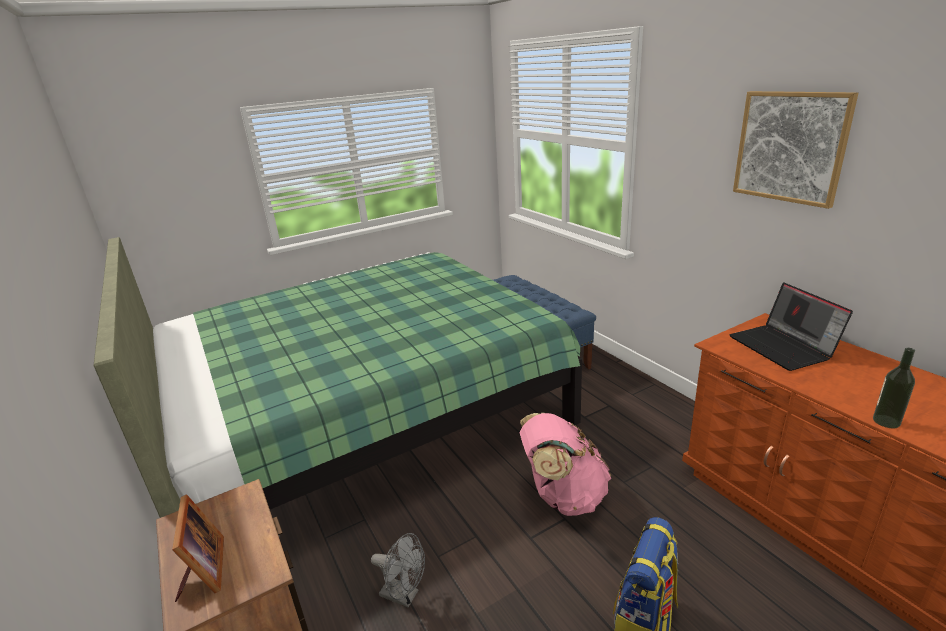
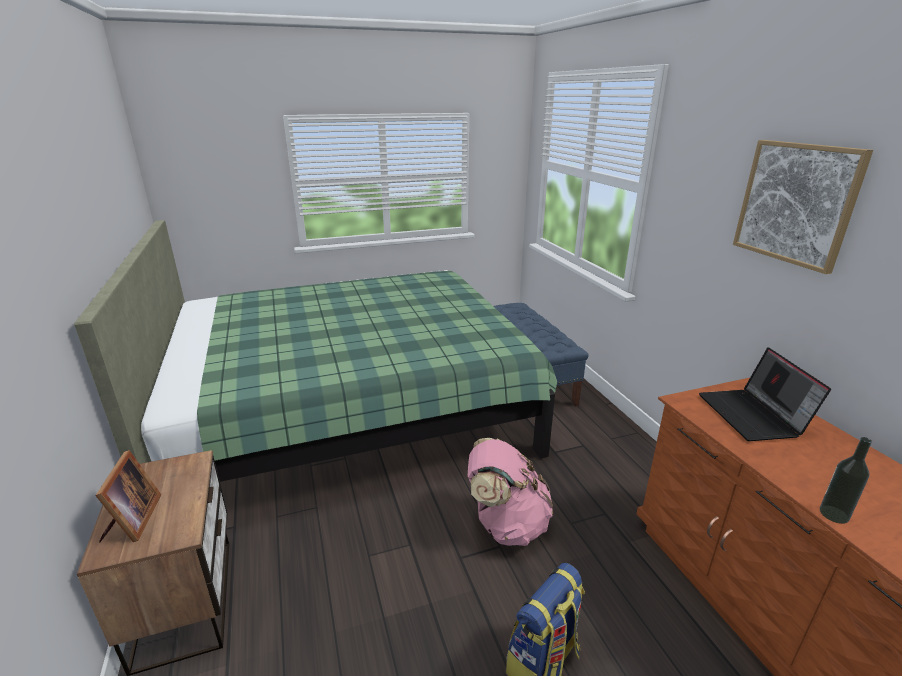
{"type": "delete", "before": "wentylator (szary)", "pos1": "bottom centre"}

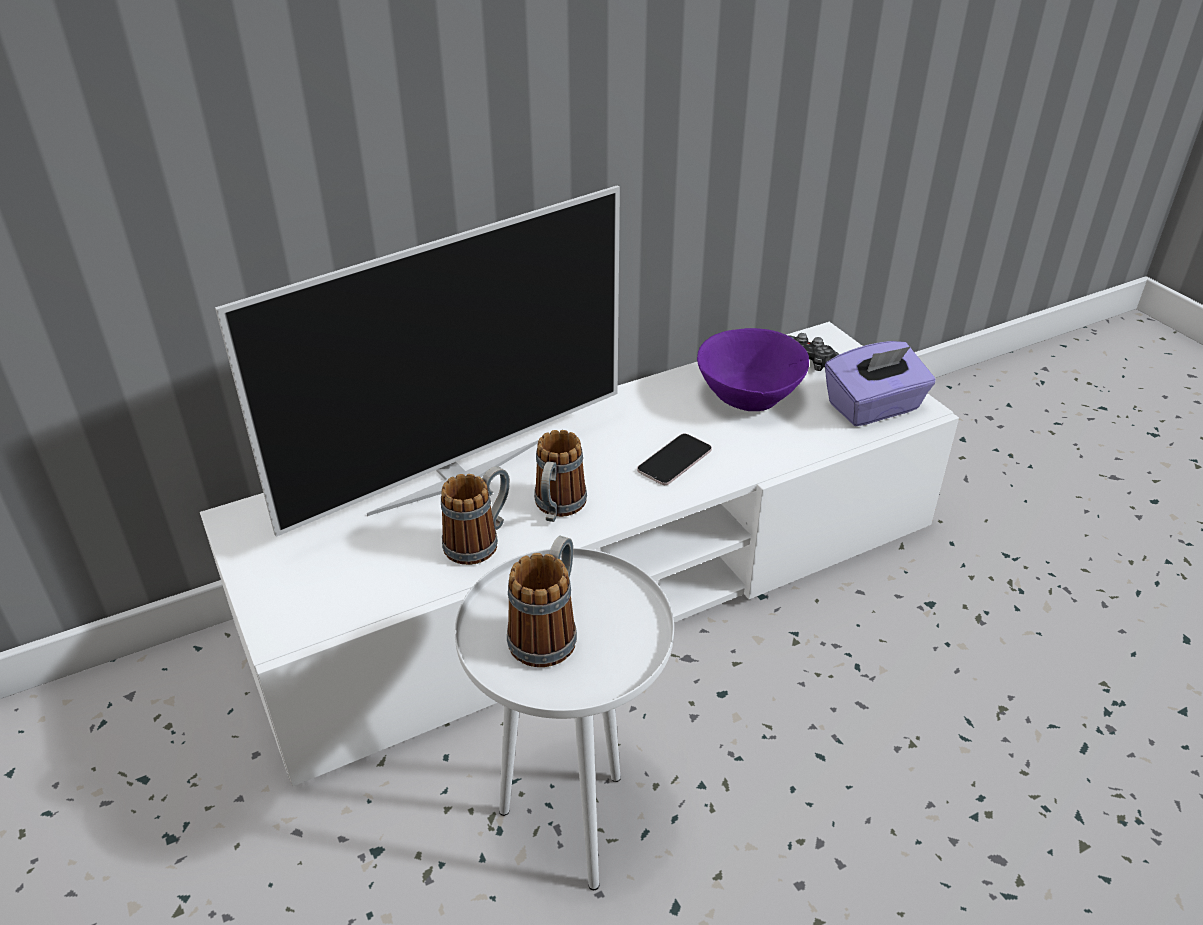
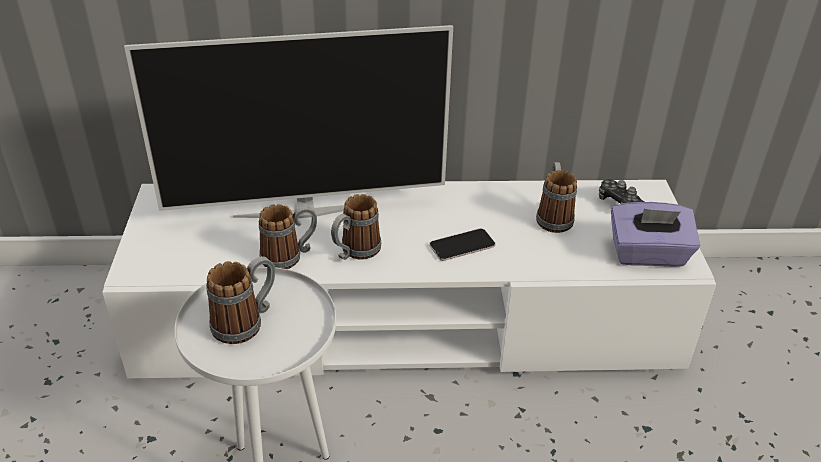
{"type": "replace", "before": "miska (fioletowy)", "after": "kubek (4th from left)", "pos1": "centre", "pos2": "middle right"}

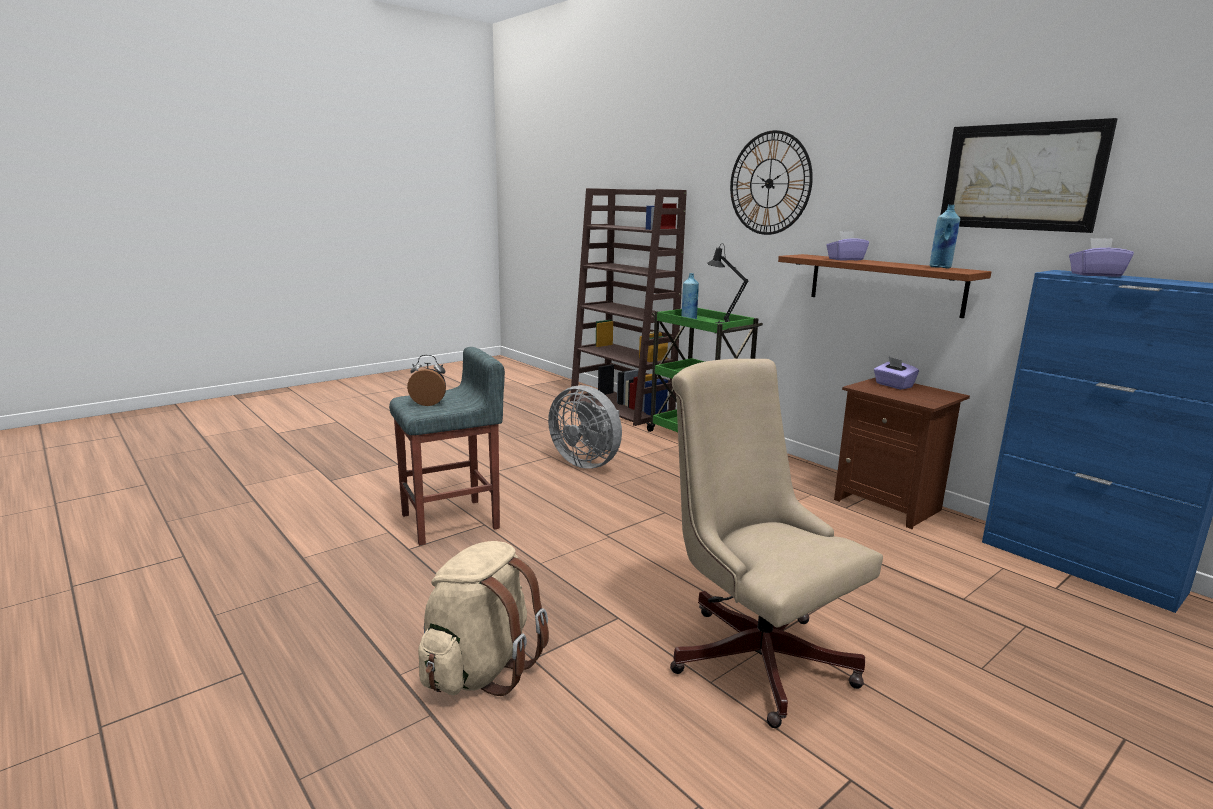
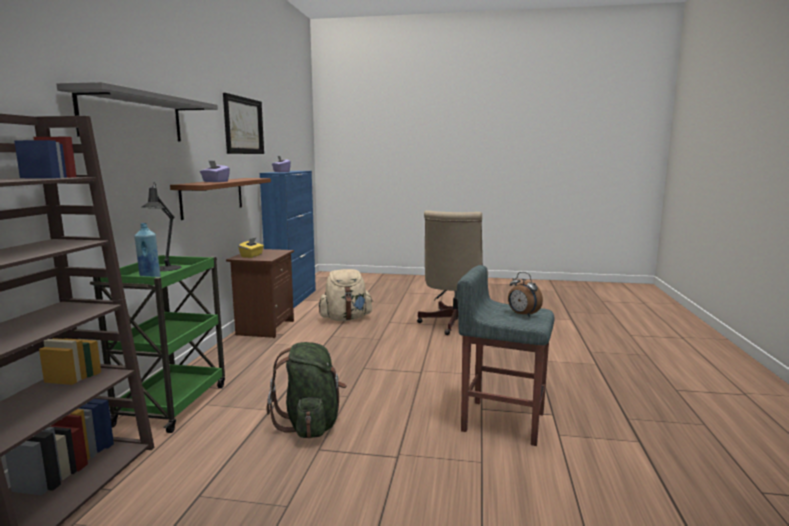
{"type": "delete", "before": "butelka (niebieski) (2nd from left)", "pos1": "top right"}
{"type": "move", "before": "plecak (beżowy)", "pos1": "bottom centre", "pos2": "centre"}
{"type": "replace", "before": "wentylator (szary)", "after": "plecak (zielony)", "pos1": "centre", "pos2": "bottom centre"}
{"type": "replace", "before": "zegar ścienny", "after": "półka (szary)", "pos1": "top centre", "pos2": "top left"}
{"type": "recolor", "before": "pudełko chusteczek (fioletowy) (2nd from left)", "after": "pudełko chusteczek (żółty)", "pos1": "middle right", "pos2": "middle left"}

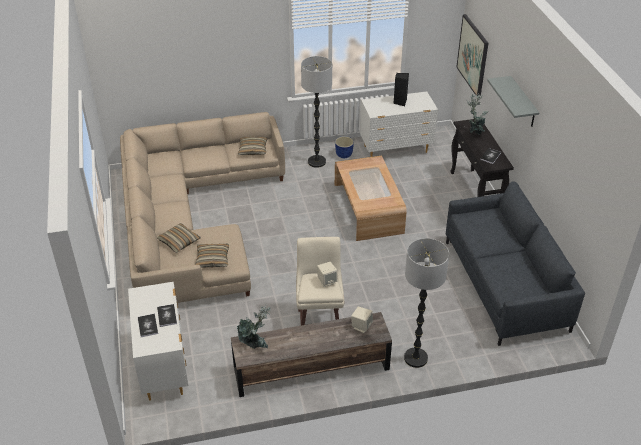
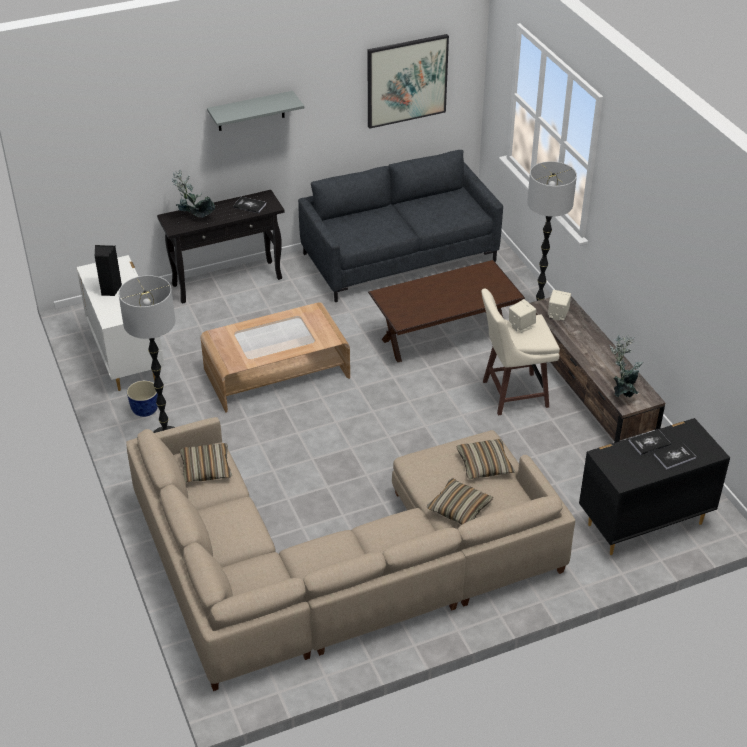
{"type": "insert", "after": "ława (brązowy) (2nd from left)", "pos2": "centre"}
{"type": "move", "before": "obraz", "pos1": "top right", "pos2": "top centre"}
{"type": "recolor", "before": "komoda (biały) (1st from left)", "after": "komoda (czarny)", "pos1": "bottom left", "pos2": "middle right"}

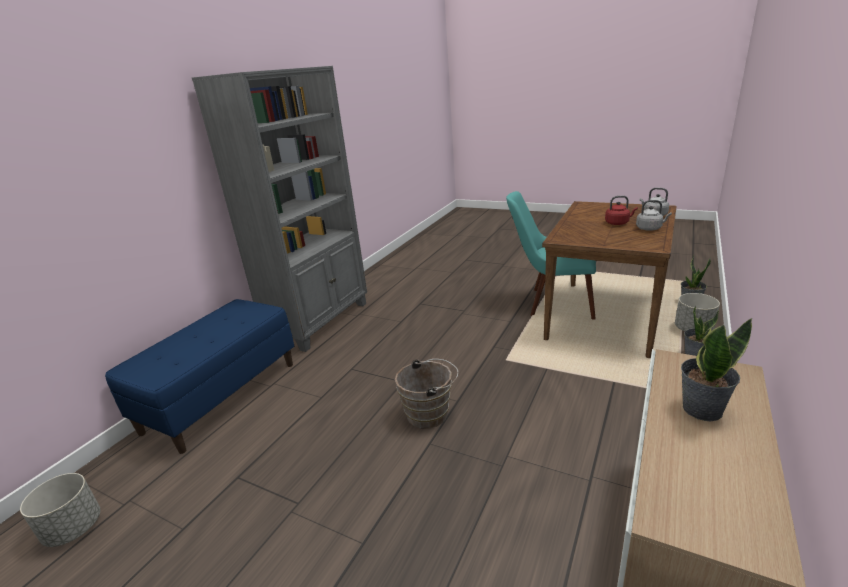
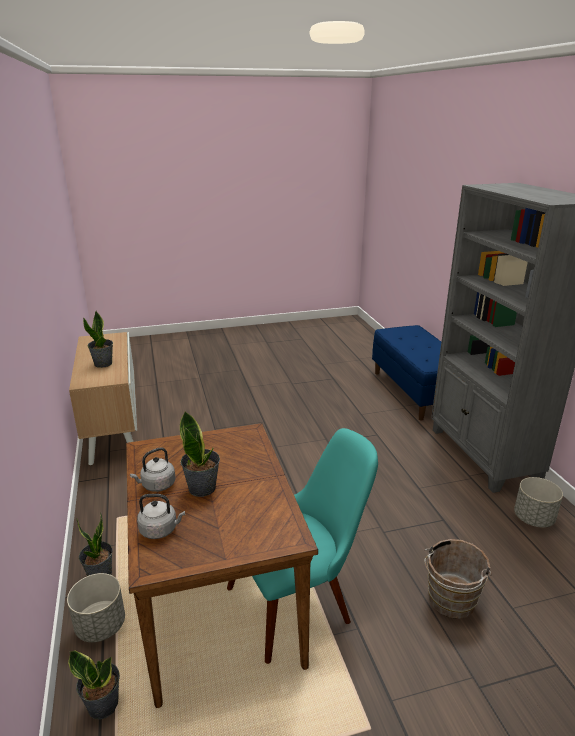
{"type": "move", "before": "donica (szary) (1st from left in the first image)", "after": "donica (szary) (2nd from left)", "pos1": "bottom left", "pos2": "bottom right"}
{"type": "move", "before": "wiadro (brązowy)", "pos1": "bottom centre", "pos2": "bottom right"}
{"type": "replace", "before": "czajnik (czerwony)", "after": "roślina doniczkowa (4th from left)", "pos1": "middle right", "pos2": "centre"}

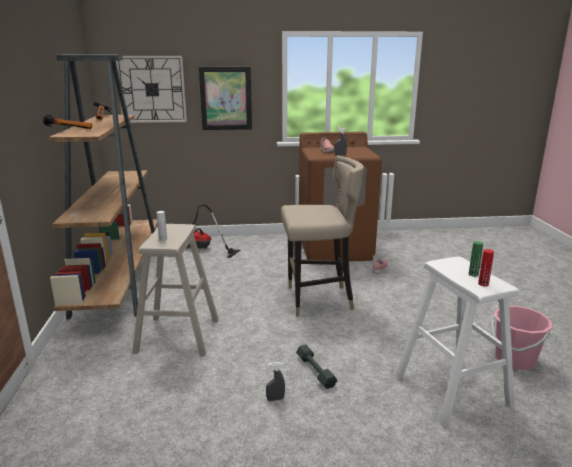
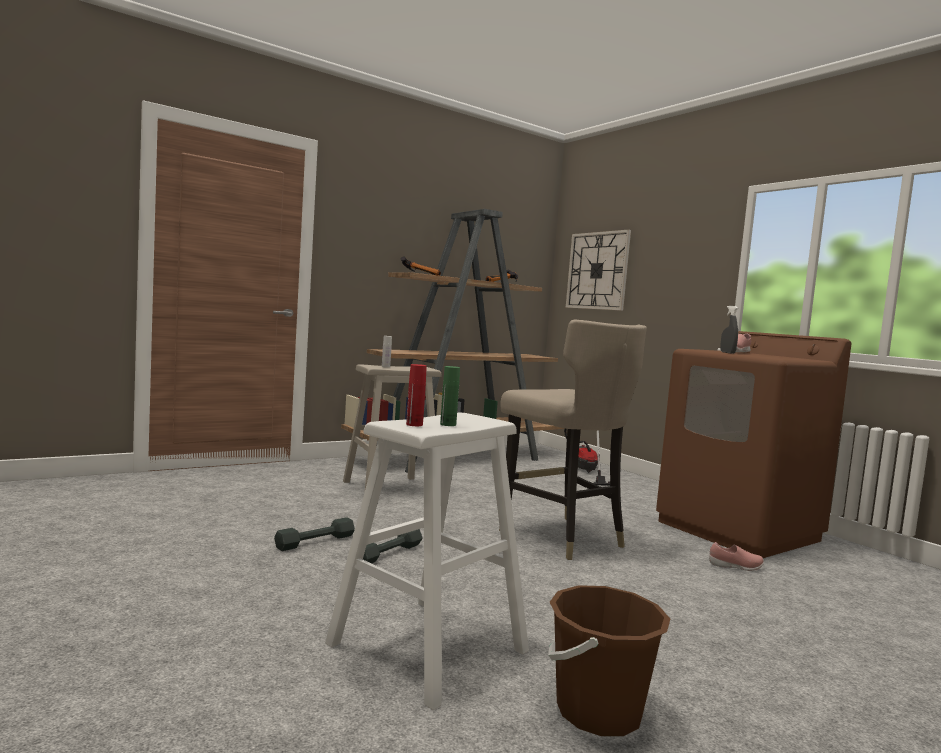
{"type": "delete", "before": "obraz", "pos1": "top centre"}
{"type": "replace", "before": "spryskiwacz (szary) (1st from left)", "after": "hantel (szary) (1st from left)", "pos1": "bottom centre", "pos2": "bottom centre"}
{"type": "recolor", "before": "wiadro (różowy)", "after": "wiadro (brązowy)", "pos1": "bottom right", "pos2": "bottom centre"}

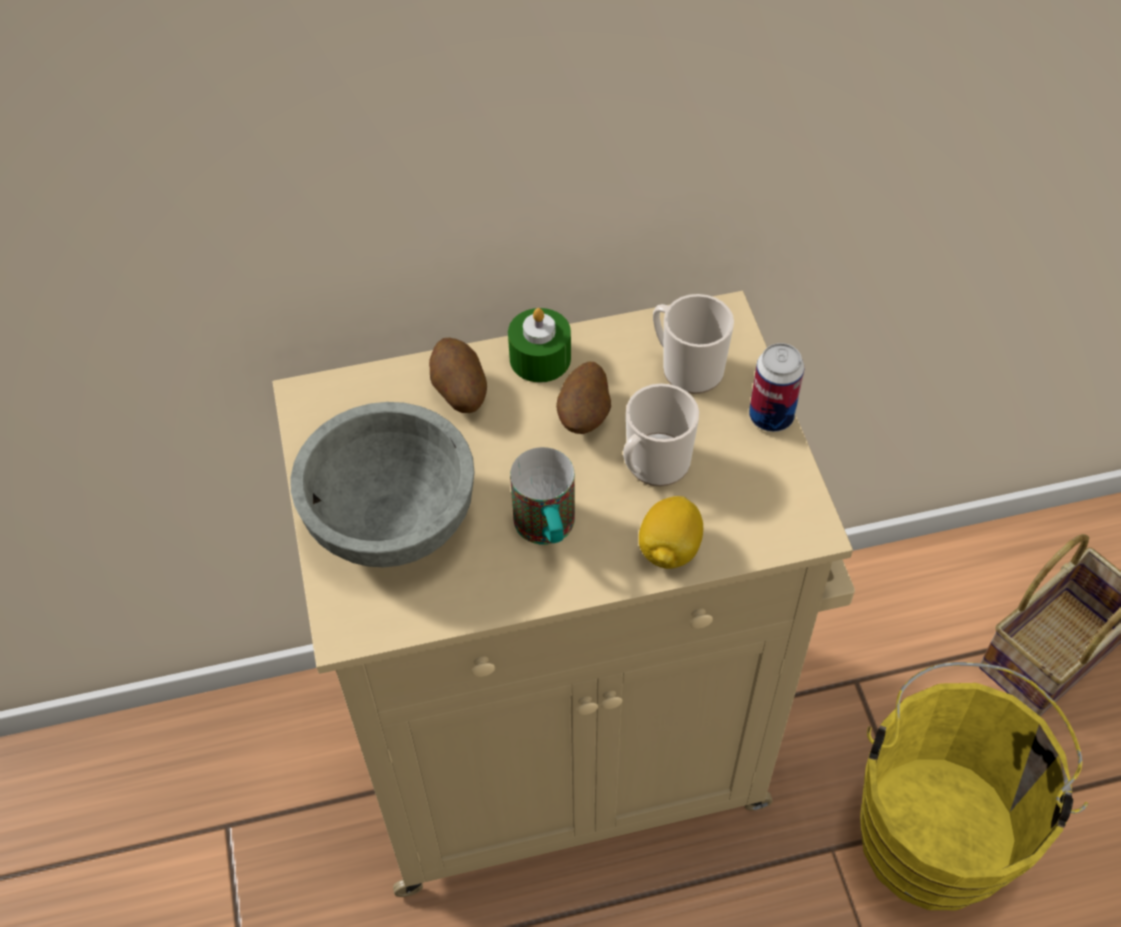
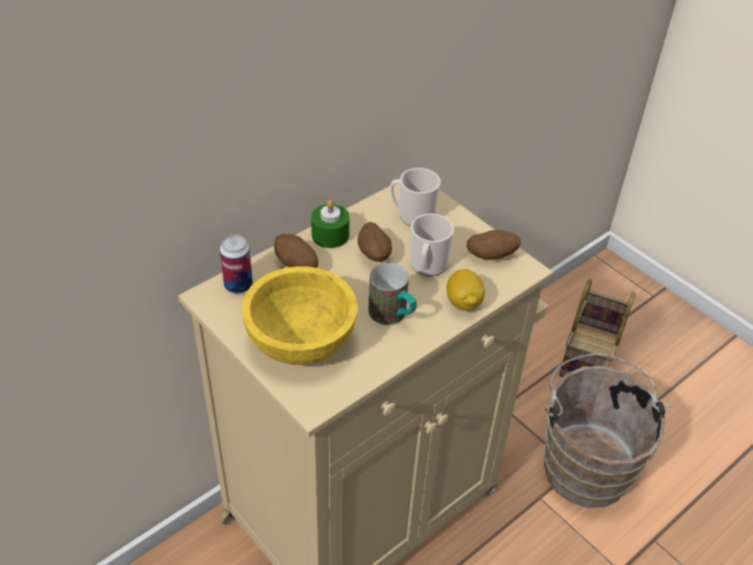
{"type": "insert", "after": "ziemniak (3rd from left)", "pos2": "centre"}
{"type": "move", "before": "puszka", "pos1": "middle right", "pos2": "middle left"}
{"type": "recolor", "before": "miska (szary)", "after": "miska (żółty)", "pos1": "centre", "pos2": "centre"}
{"type": "recolor", "before": "wiadro (żółty)", "after": "wiadro (brązowy)", "pos1": "bottom right", "pos2": "bottom right"}

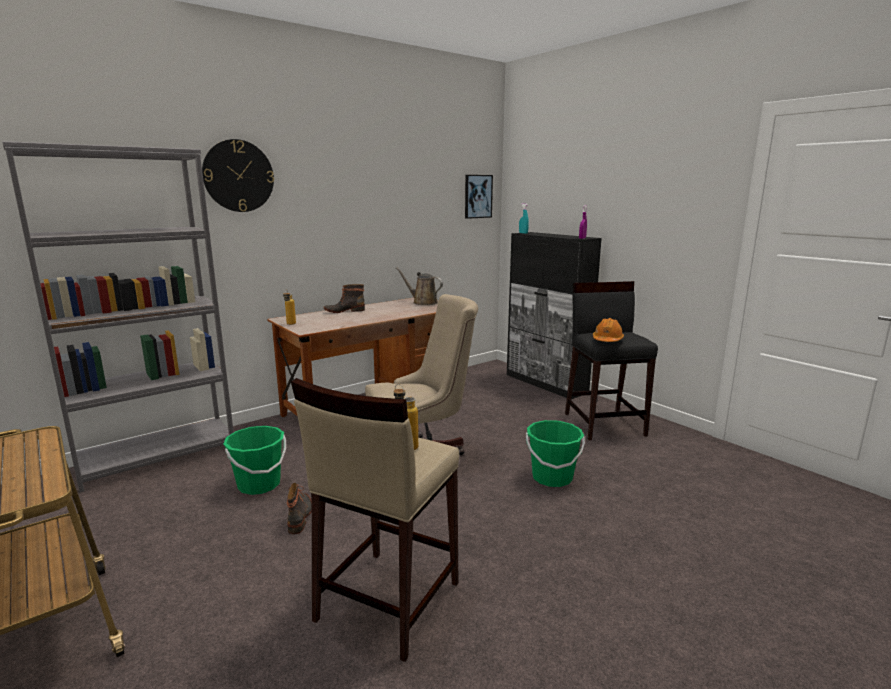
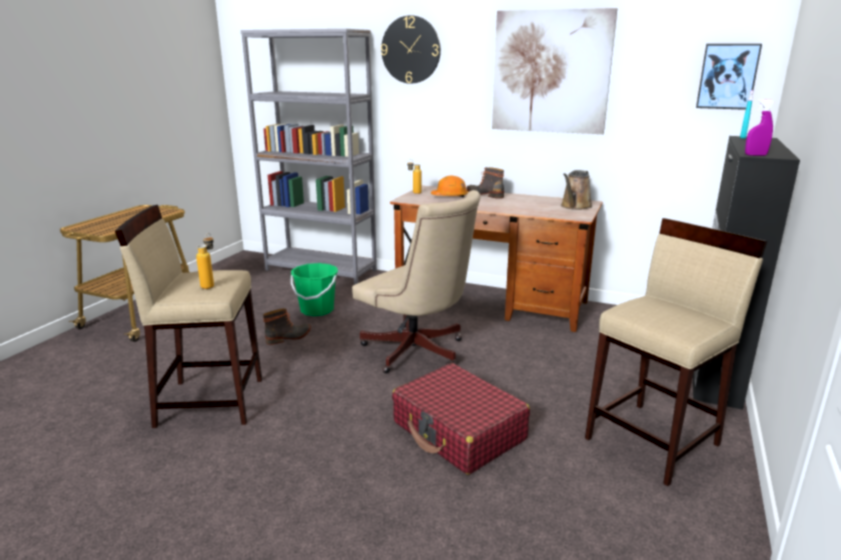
{"type": "insert", "after": "obraz (1st from left)", "pos2": "top centre"}
{"type": "move", "before": "kask (pomarańczowy)", "pos1": "middle right", "pos2": "centre"}
{"type": "replace", "before": "wiadro (zielony) (2nd from left)", "after": "walizka (czerwony)", "pos1": "centre", "pos2": "bottom centre"}
{"type": "recolor", "before": "stołek (czarny)", "after": "stołek (beżowy) (2nd from left)", "pos1": "middle right", "pos2": "middle right"}
{"type": "rotate", "before": "konewka (brązowy)", "pos1": "centre", "pos2": "middle right", "turn": -150}

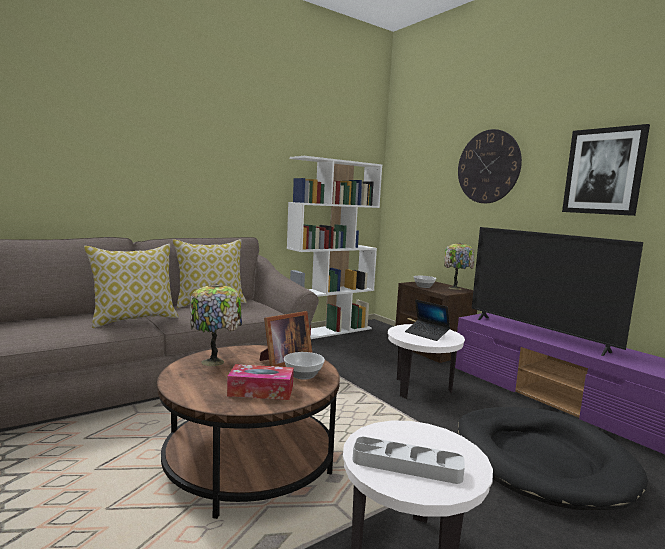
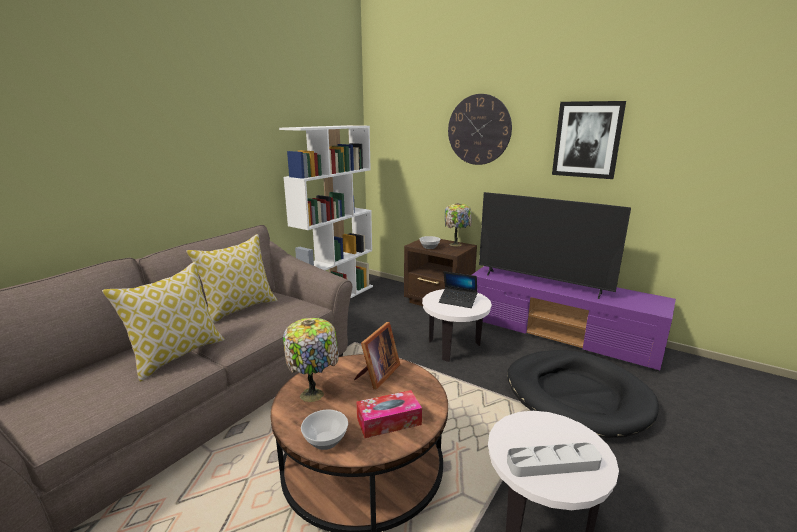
{"type": "move", "before": "miska (1st from left)", "pos1": "centre", "pos2": "bottom centre"}

